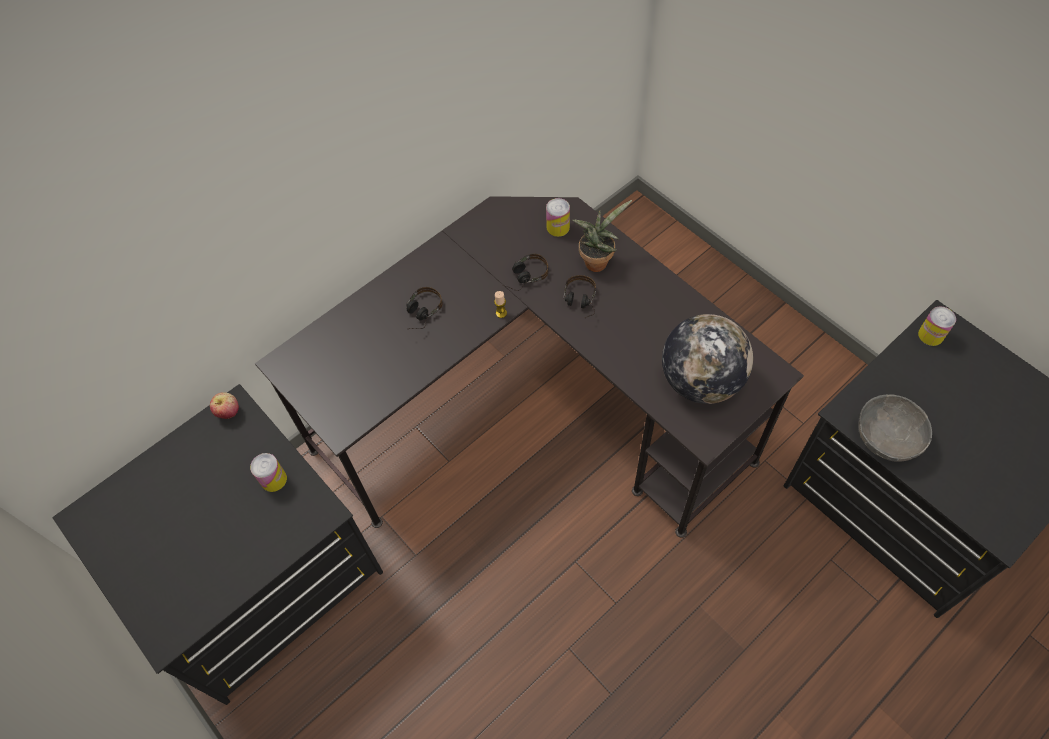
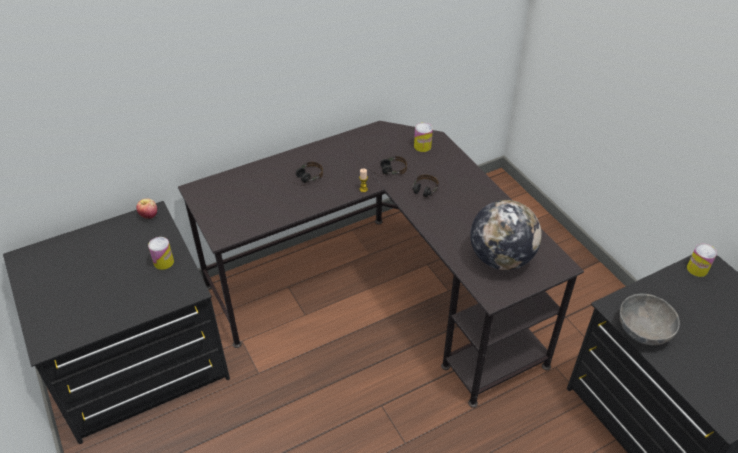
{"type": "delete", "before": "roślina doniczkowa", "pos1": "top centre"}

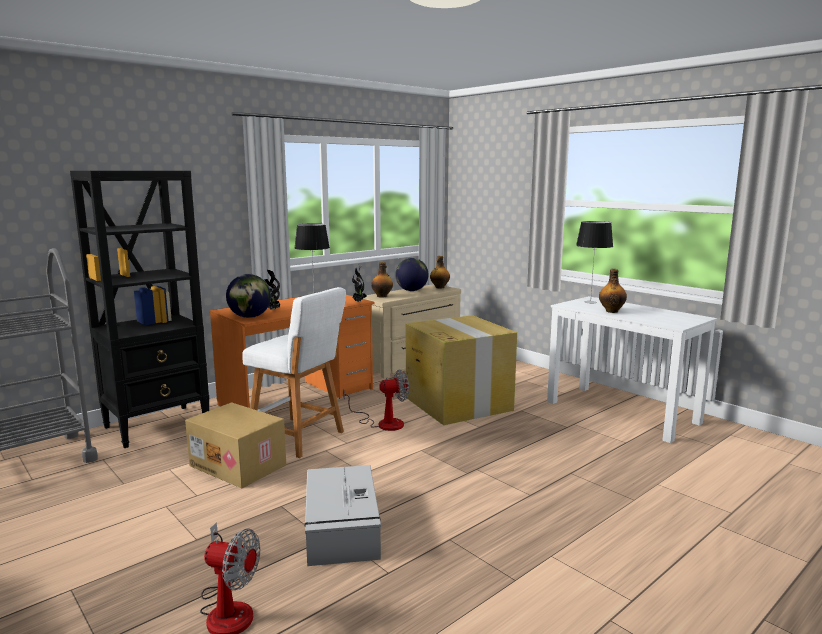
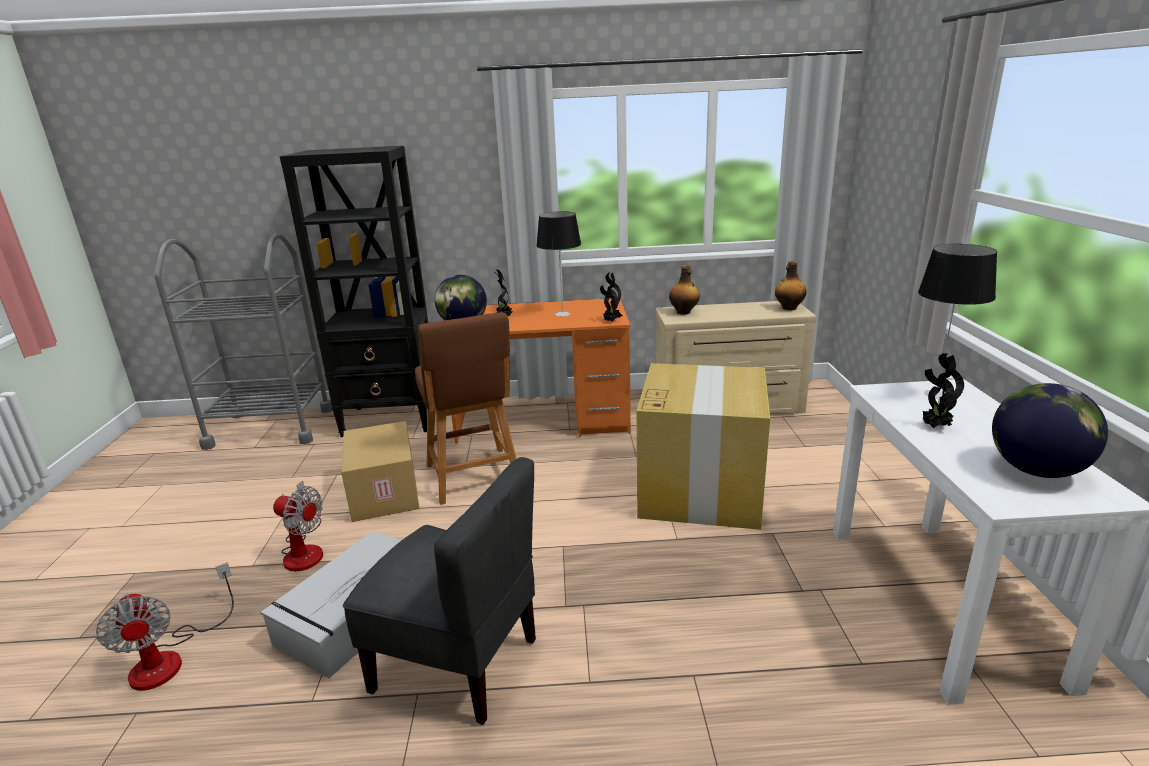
{"type": "insert", "after": "krzesło (szary)", "pos2": "bottom centre"}
{"type": "move", "before": "wentylator (2nd from left)", "pos1": "centre", "pos2": "bottom left"}
{"type": "move", "before": "globus (2nd from left)", "pos1": "centre", "pos2": "middle right"}
{"type": "replace", "before": "butelka (3rd from left)", "after": "roślina doniczkowa (3rd from left)", "pos1": "middle right", "pos2": "middle right"}
{"type": "recolor", "before": "stołek (biały)", "after": "stołek (brązowy)", "pos1": "centre", "pos2": "centre"}

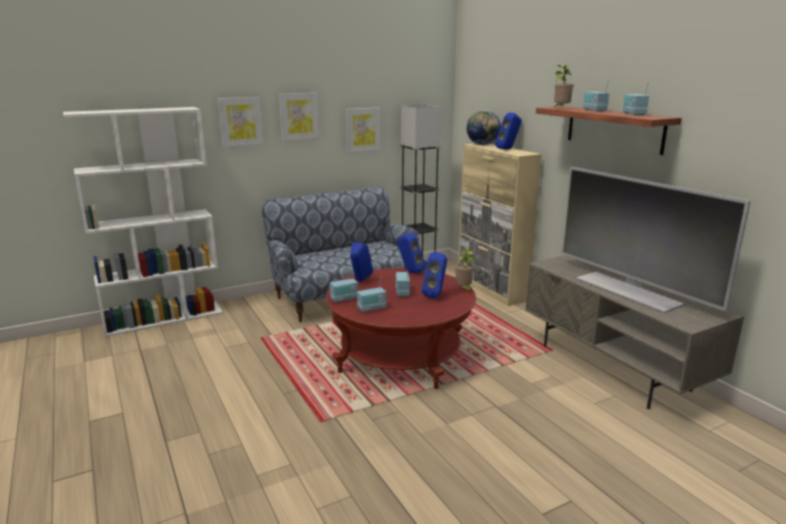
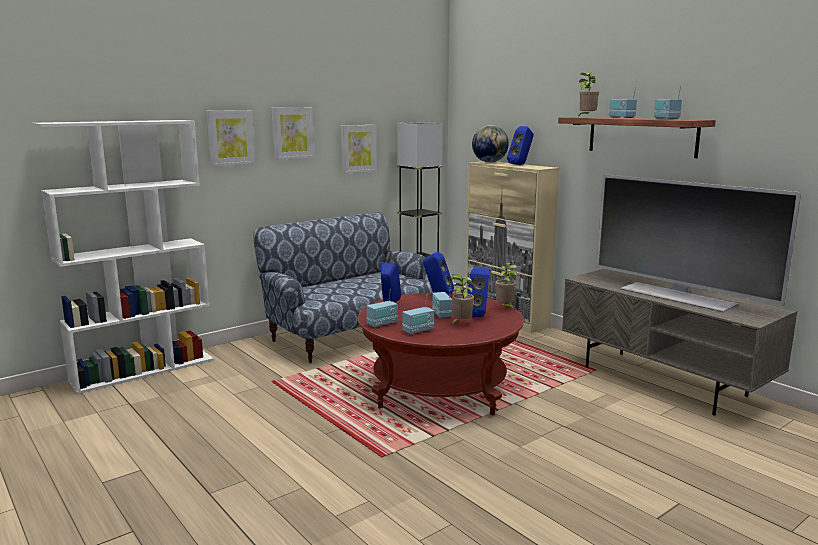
{"type": "insert", "after": "roślina doniczkowa (1st from left)", "pos2": "centre"}

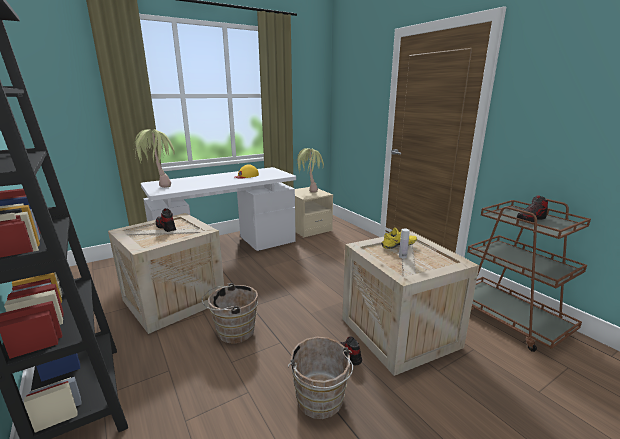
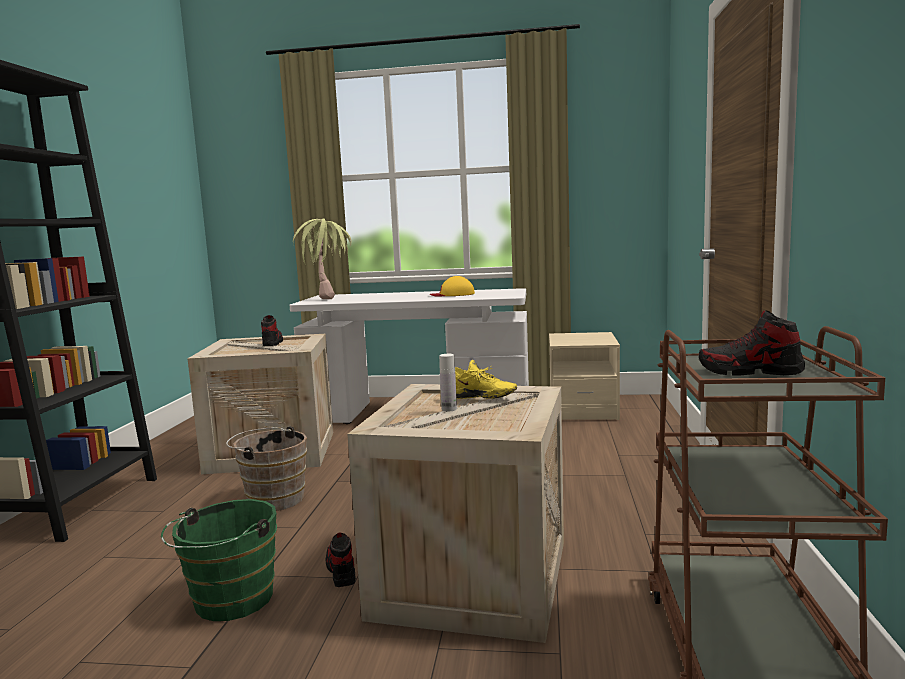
{"type": "delete", "before": "roślina doniczkowa (2nd from left)", "pos1": "centre"}
{"type": "recolor", "before": "wiadro (brązowy) (2nd from left)", "after": "wiadro (zielony)", "pos1": "bottom centre", "pos2": "bottom left"}

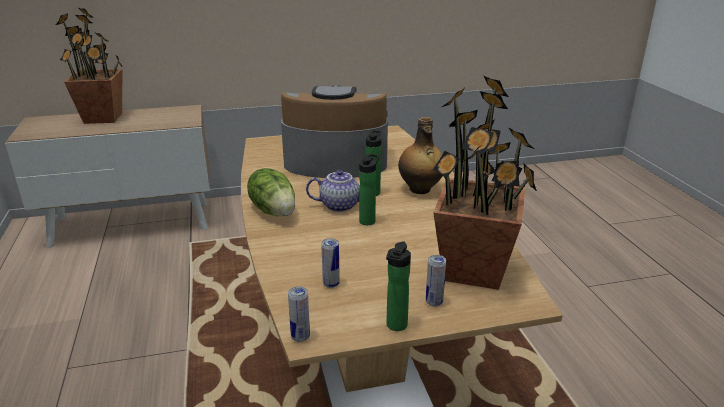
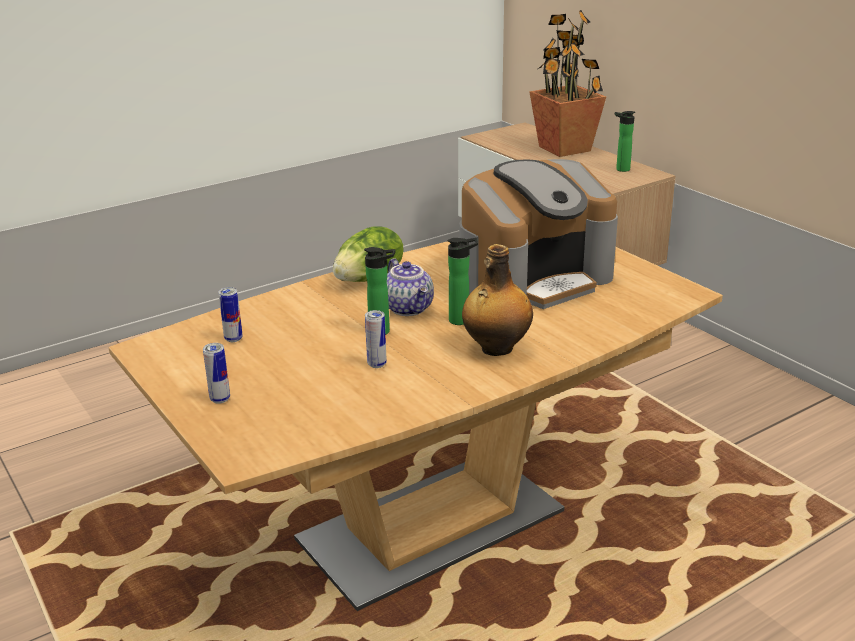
{"type": "delete", "before": "roślina doniczkowa (2nd from left)", "pos1": "middle right"}
{"type": "move", "before": "puszka (1st from left in the first image)", "after": "puszka (3rd from left)", "pos1": "bottom centre", "pos2": "centre"}
{"type": "move", "before": "butelka (3rd from left in the first image)", "after": "butelka (4th from left)", "pos1": "bottom centre", "pos2": "top right"}
{"type": "rotate", "before": "ekspres do kawy", "pos1": "top centre", "pos2": "centre", "turn": 75}

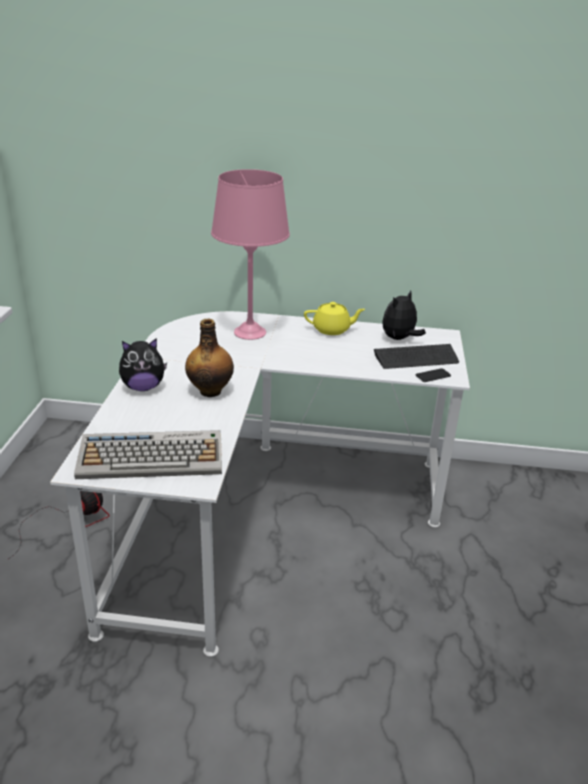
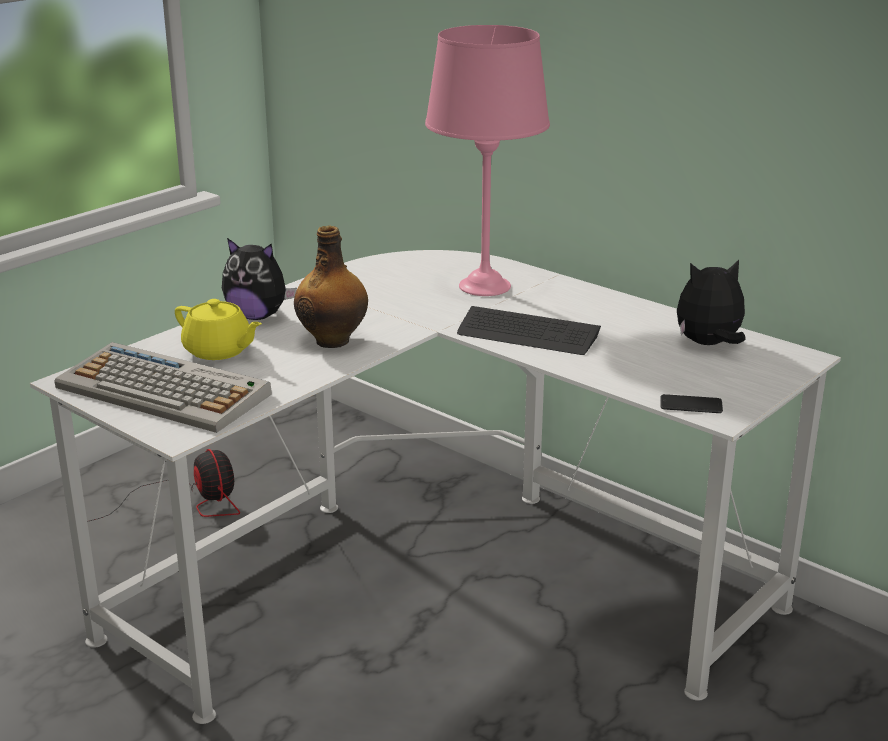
{"type": "move", "before": "imbryk (żółty)", "pos1": "centre", "pos2": "middle left"}
{"type": "move", "before": "klawiatura (2nd from left)", "pos1": "middle right", "pos2": "centre"}

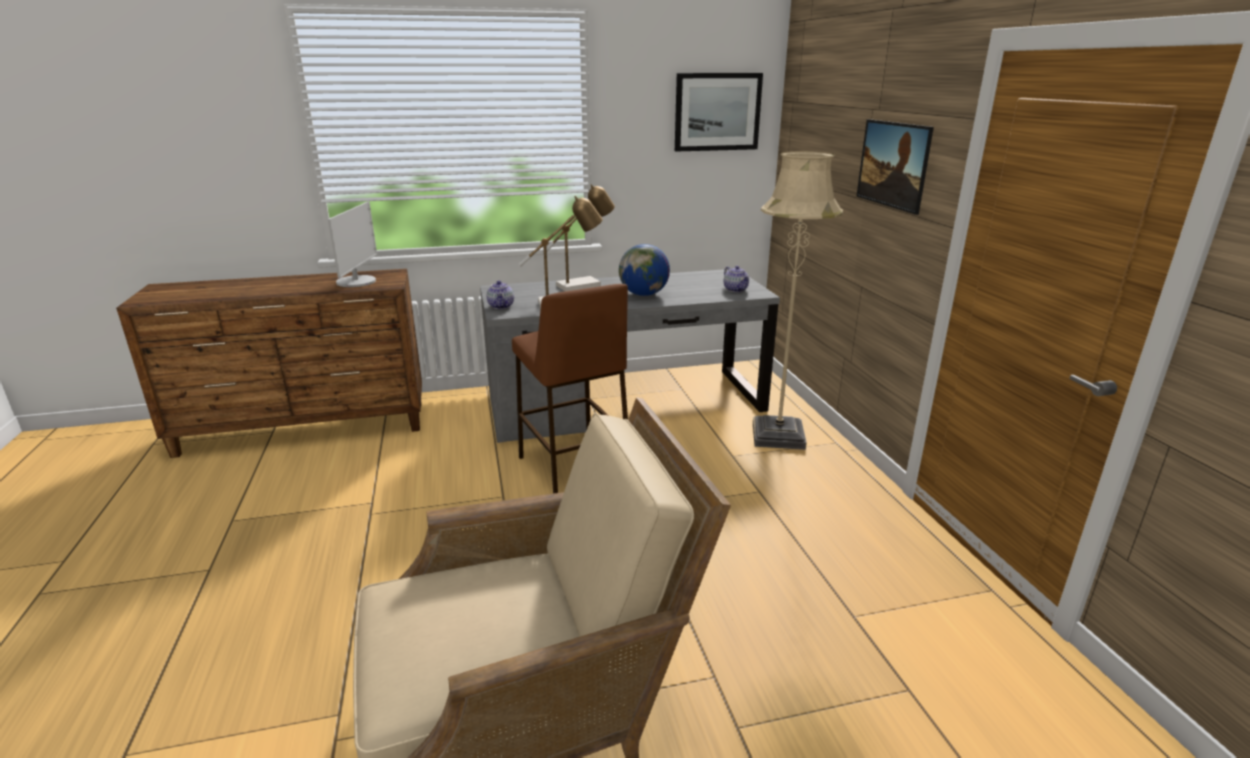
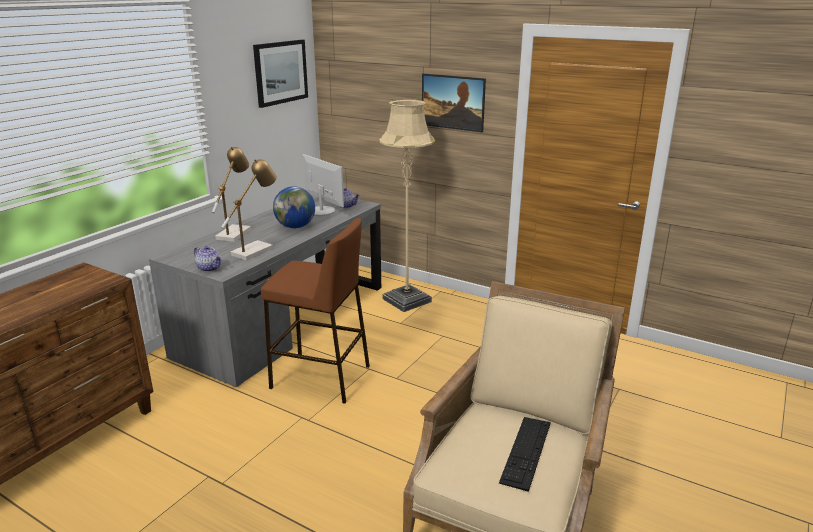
{"type": "insert", "after": "klawiatura", "pos2": "bottom centre"}
{"type": "move", "before": "monitor", "pos1": "top left", "pos2": "centre"}

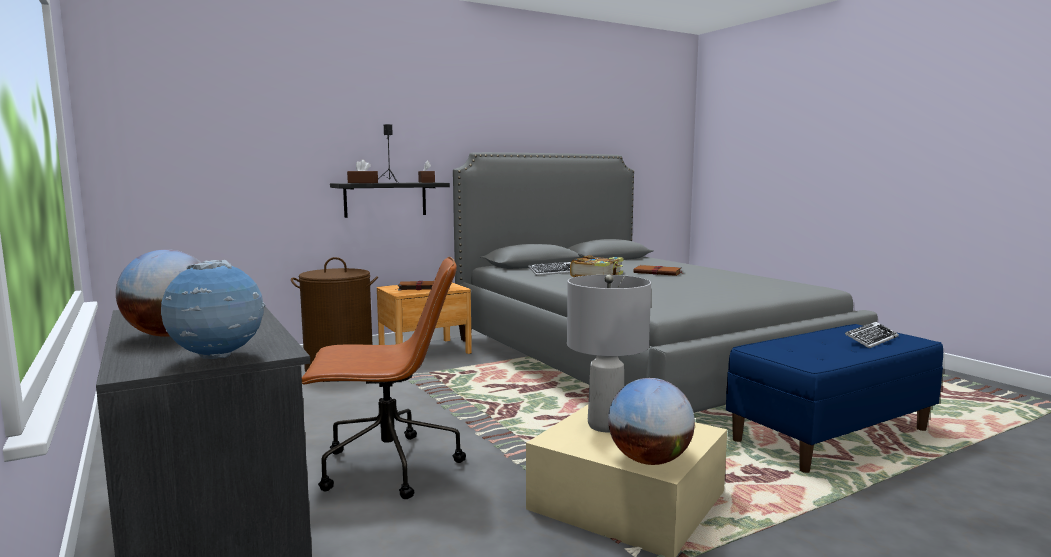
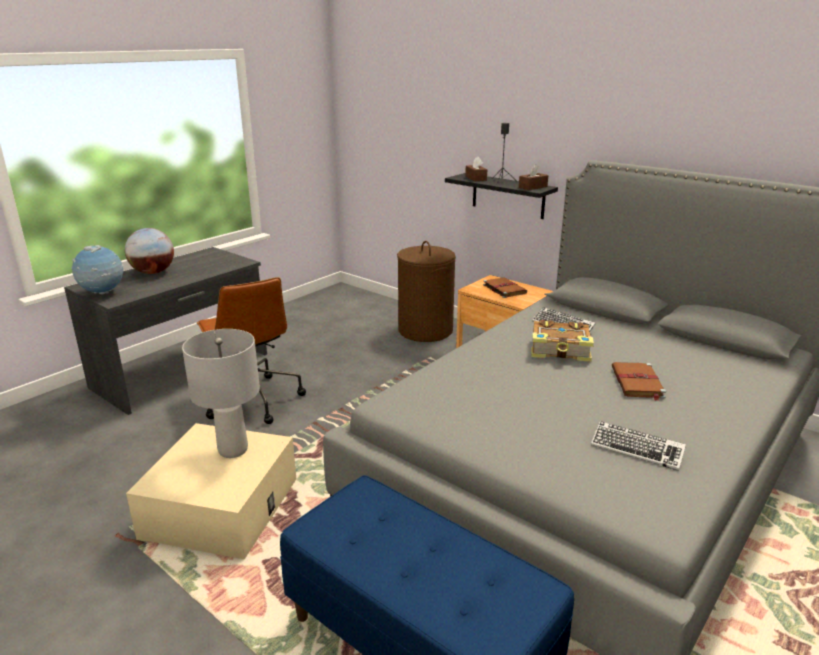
{"type": "delete", "before": "globus (3rd from left)", "pos1": "bottom centre"}
{"type": "move", "before": "klawiatura (2nd from left)", "pos1": "middle right", "pos2": "bottom right"}

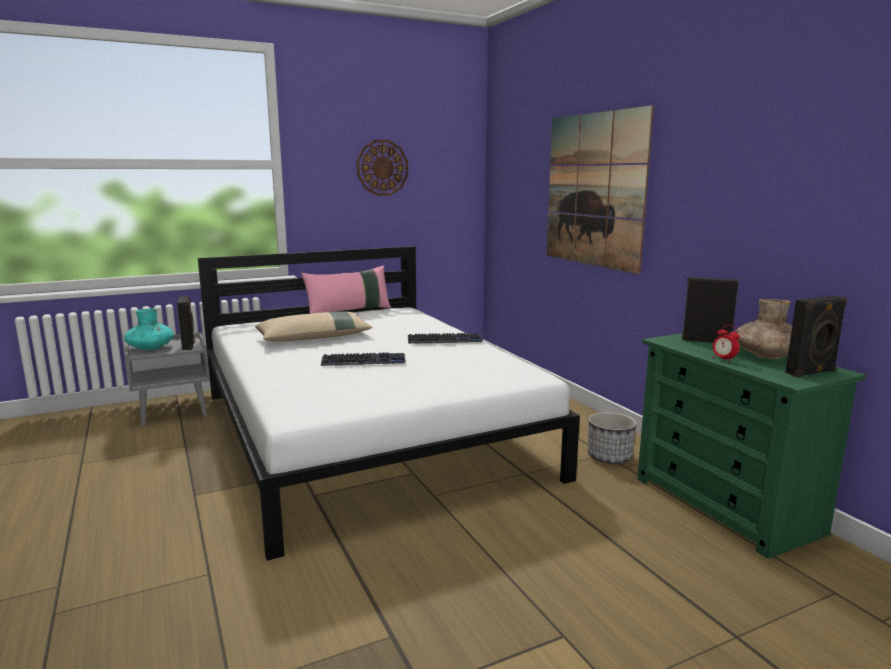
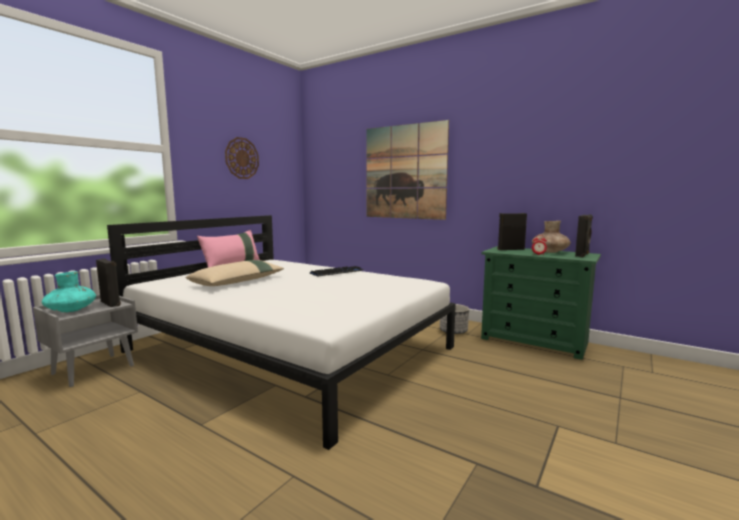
{"type": "delete", "before": "klawiatura (1st from left)", "pos1": "centre"}

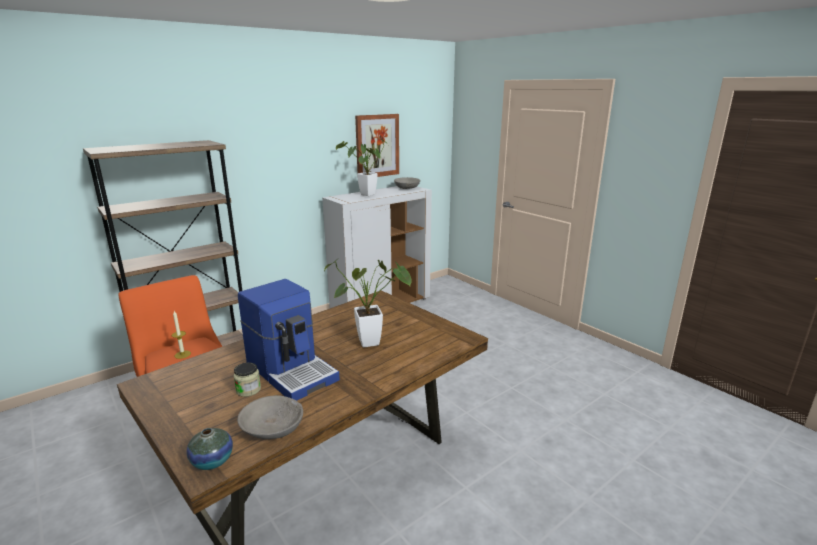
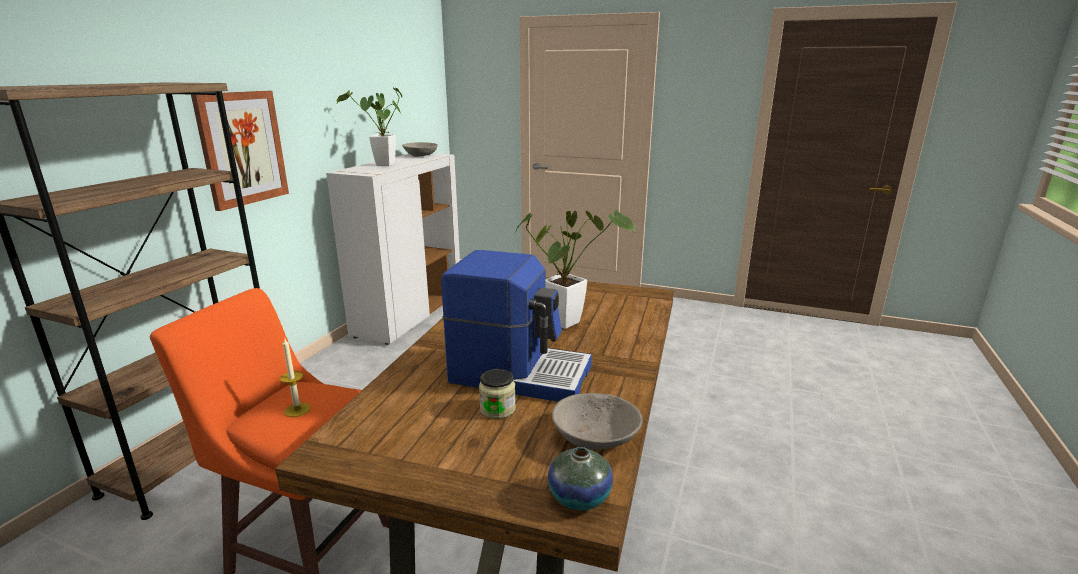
{"type": "move", "before": "obraz", "pos1": "top centre", "pos2": "top left"}

